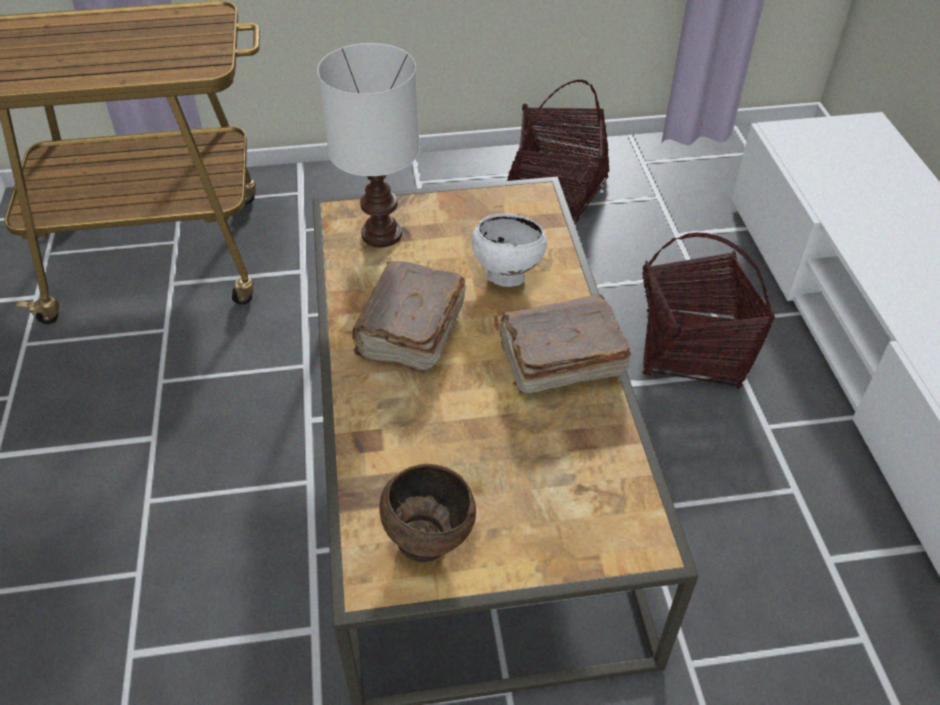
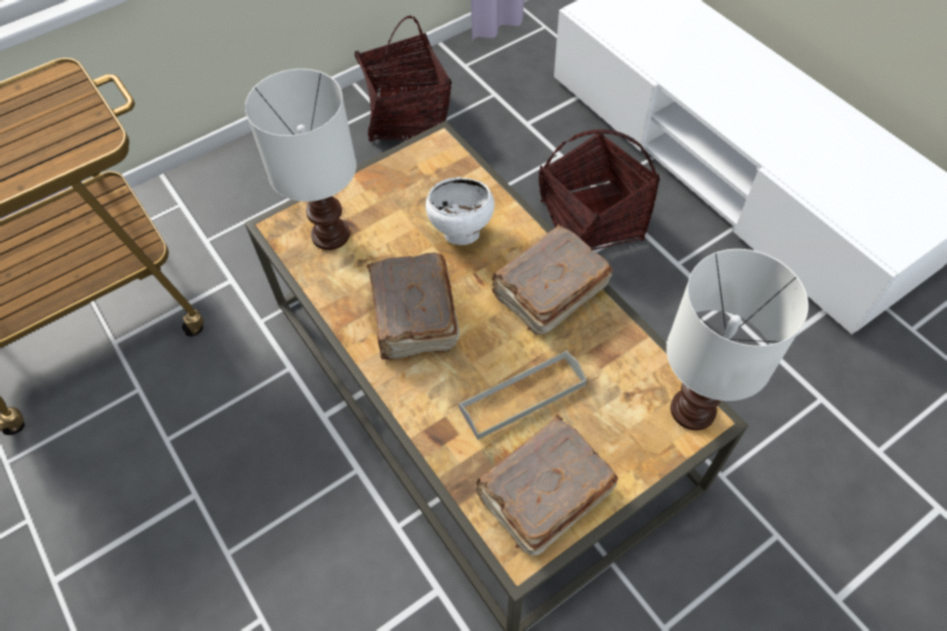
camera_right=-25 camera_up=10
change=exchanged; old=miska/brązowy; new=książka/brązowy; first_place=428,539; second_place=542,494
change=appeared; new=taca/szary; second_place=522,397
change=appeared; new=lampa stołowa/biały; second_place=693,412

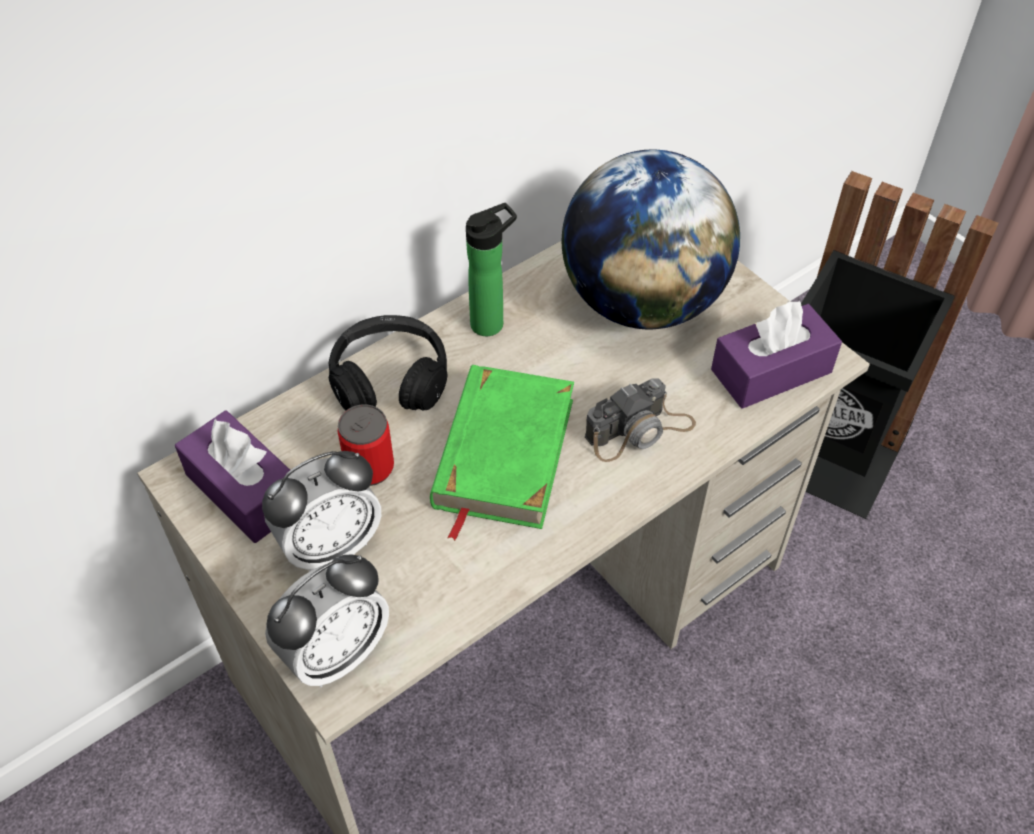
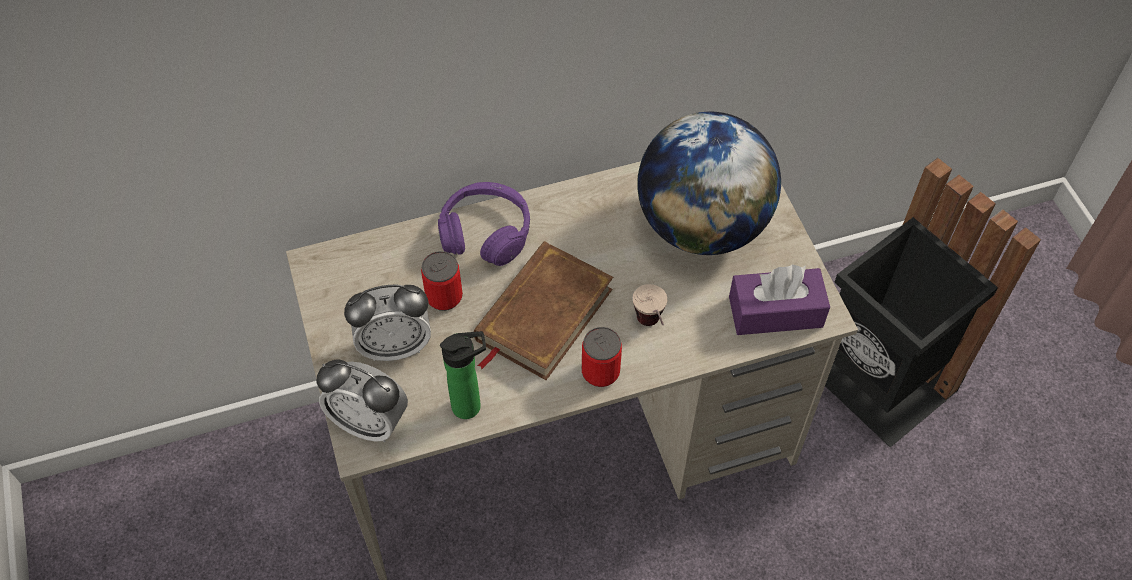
camera_right=20 camera_up=5
change=missing; old=pudełko chusteczek/fioletowy; first_place=245,490
change=spun; old=budzik; first_place=336,653; second_place=369,422; degrees=45
change=colour; old=słuchawki/czarny; new=słuchawki/fioletowy; first_place=390,378; second_place=486,232
change=colour; old=książka/zielony; new=książka/brązowy; first_place=503,453; second_place=543,315
change=relocated; old=butelka; first_place=491,322; second_place=471,406
change=exchanged; old=aparat fotograficzny; new=filiżanka; first_place=639,430; second_place=651,328
change=appeared; new=puszka; second_place=600,372

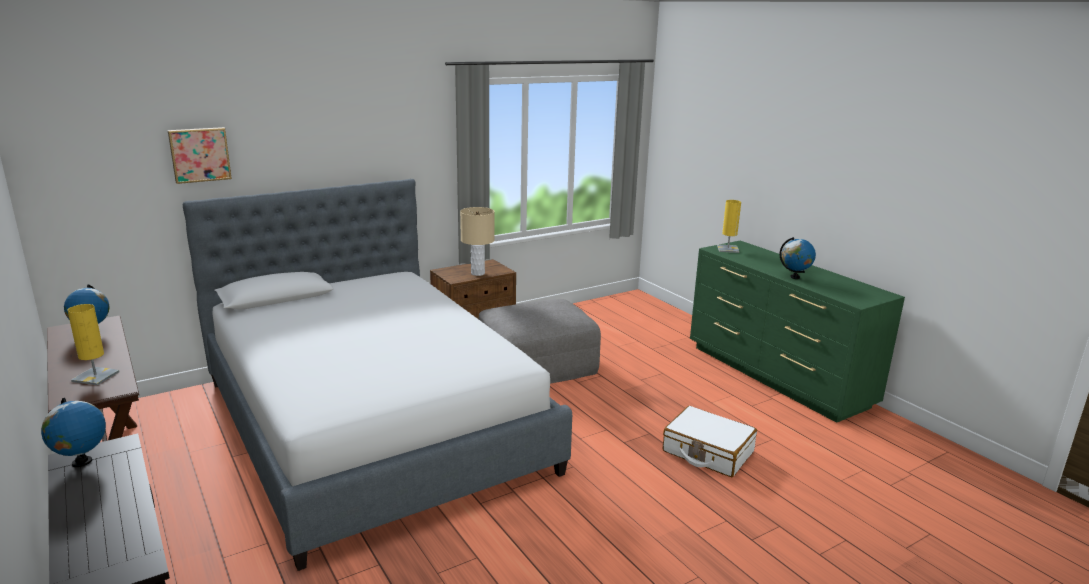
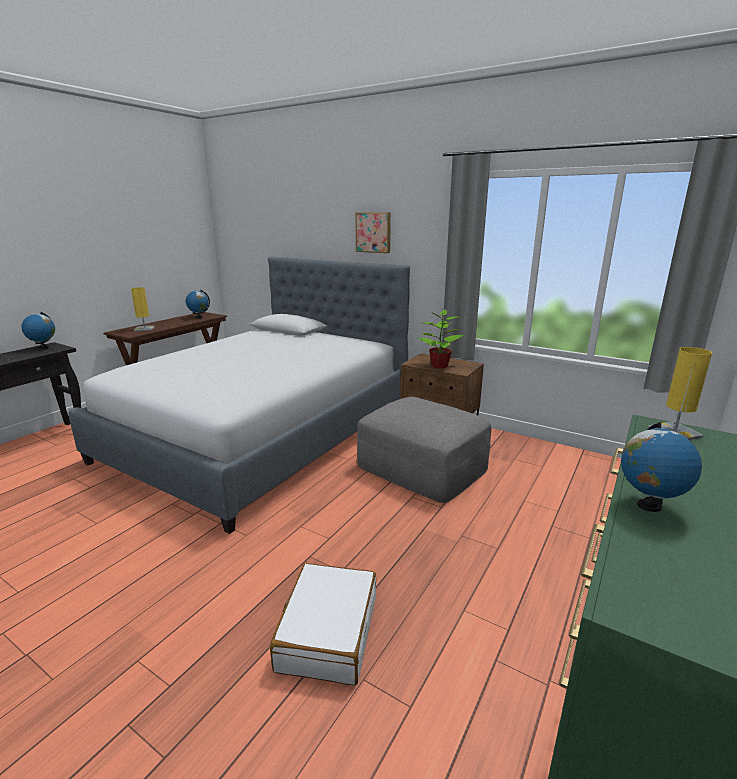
camera_right=65 camera_up=0
change=relocated; old=obraz; first_place=199,154; second_place=374,232
change=exchanged; old=lampa stołowa/beżowy; new=roślina doniczkowa; first_place=477,273; second_place=439,366

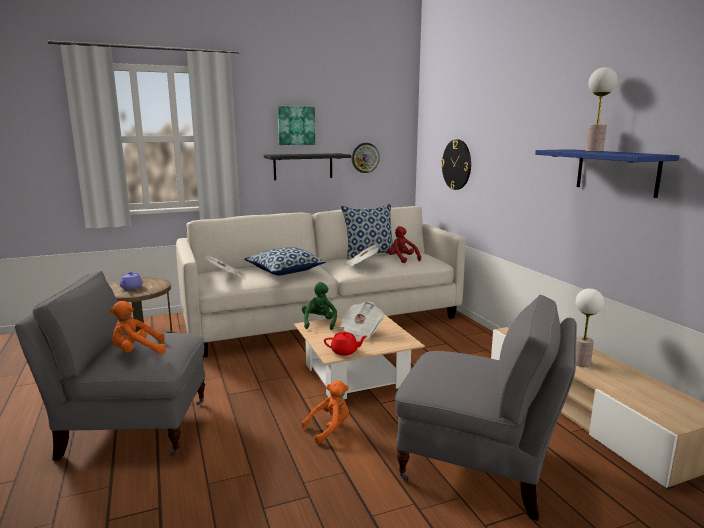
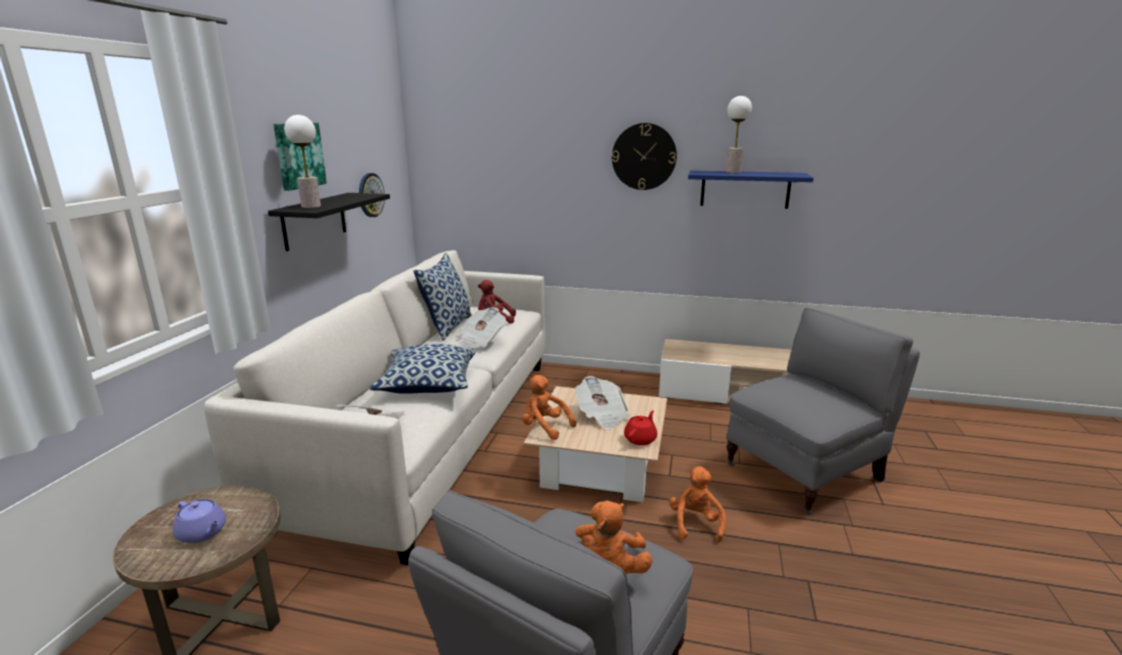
camera_right=-55 camera_up=5
change=colour; old=pluszak/zielony; new=pluszak/pomarańczowy; first_place=319,323; second_place=545,427
change=relocated; old=zegar ścienny; first_place=456,164; second_place=644,156
change=relocated; old=lampa stołowa; first_place=581,363; second_place=311,206

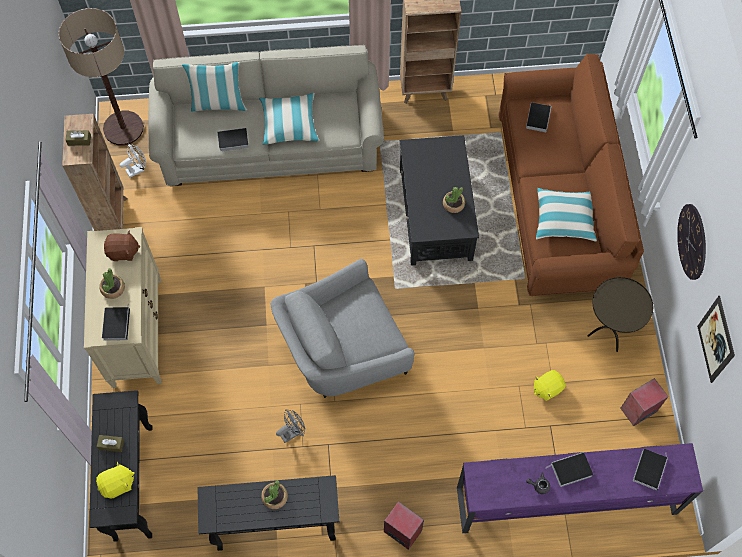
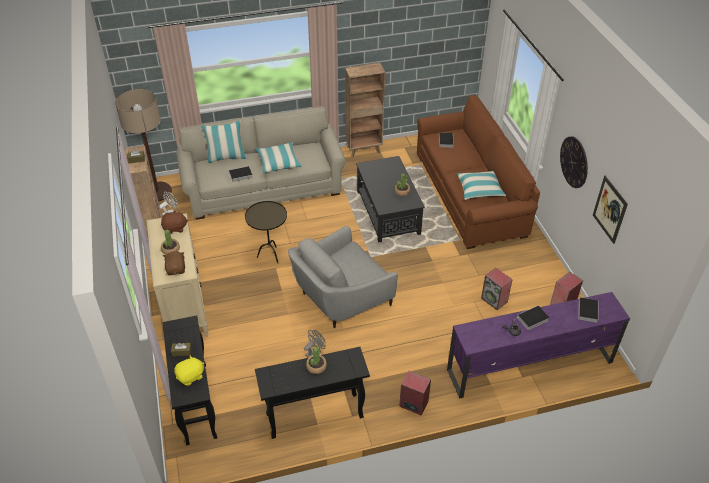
camera_right=-10 camera_up=-20
change=exchanged; old=książka; new=pluszak/brązowy; first_place=116,323; second_place=176,269
change=exchanged; old=pluszak/żółty; new=głośnik; first_place=547,388; second_place=494,300
change=relocated; old=stolik/brązowy; first_place=606,336; second_place=270,255

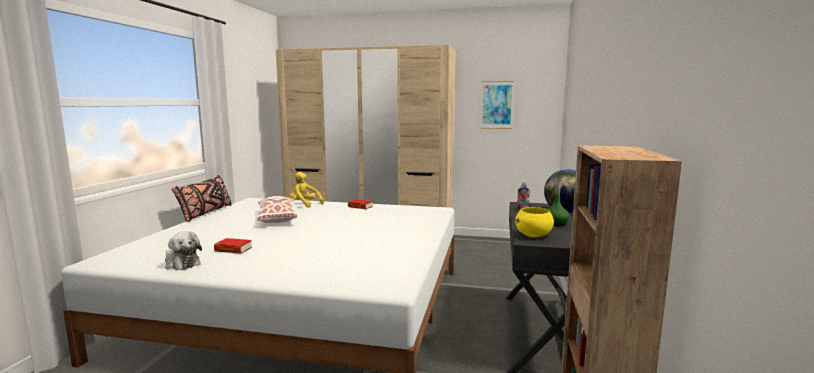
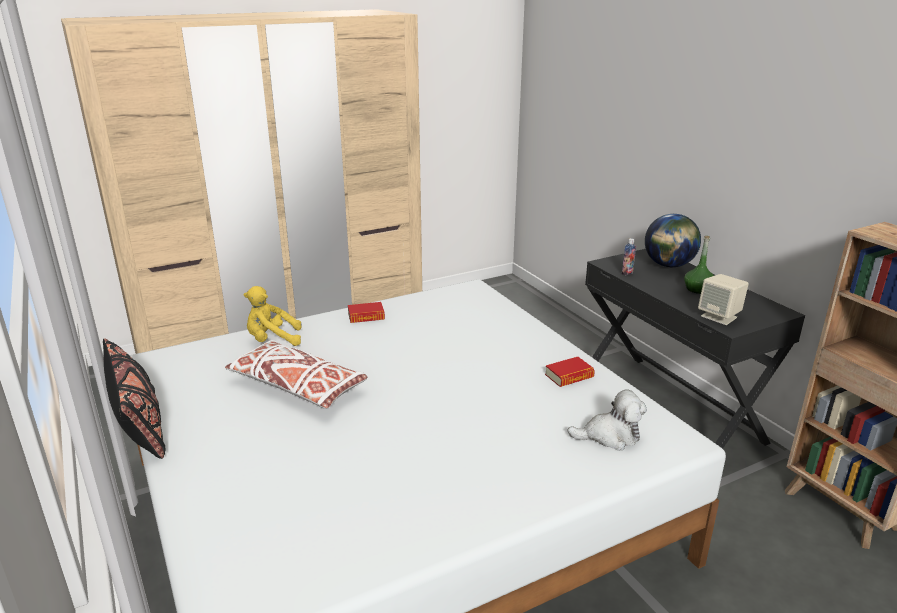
camera_right=-40 camera_up=15
change=relocated; old=pluszak; first_place=181,263; second_place=609,436
change=relocated; old=książka; first_place=233,249; second_place=569,376
change=missing; old=obraz; first_place=497,105
change=exchanged; old=miska/żółty; new=głośnik/beżowy; first_place=533,235; second_place=719,317

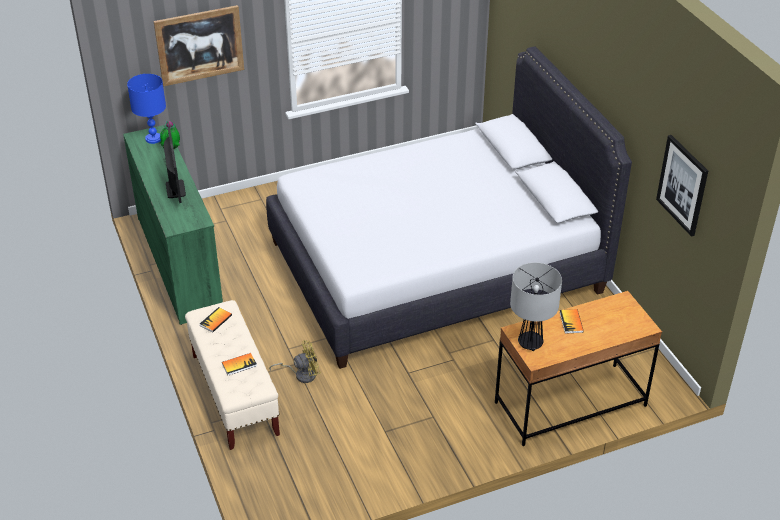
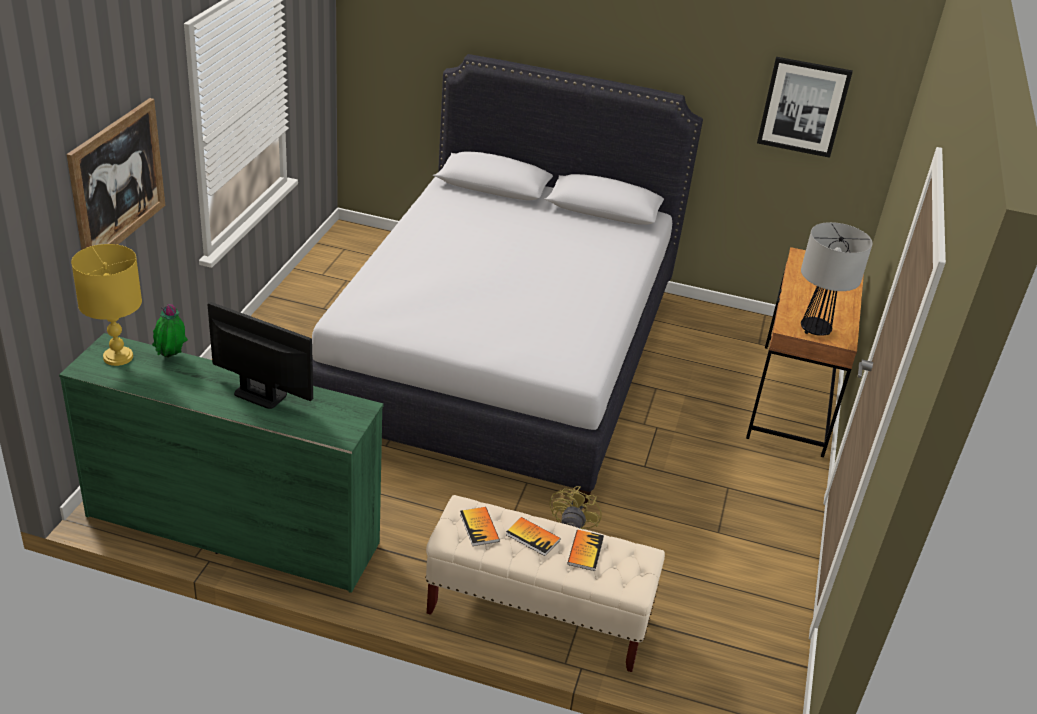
camera_right=-55 camera_up=-5
change=colour; old=lampa stołowa/niebieski; new=lampa stołowa/żółty; first_place=153,139; second_place=118,357
change=relocated; old=książka; first_place=571,322; second_place=532,537

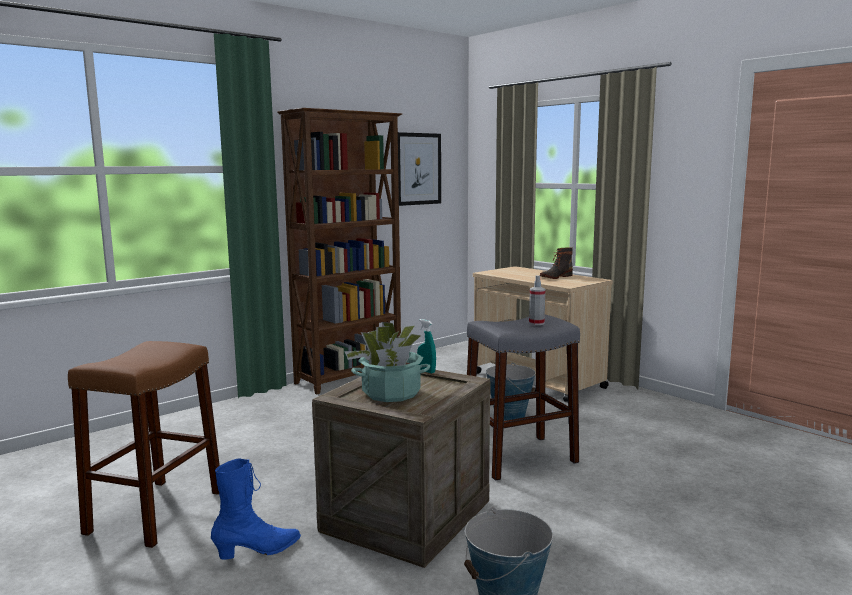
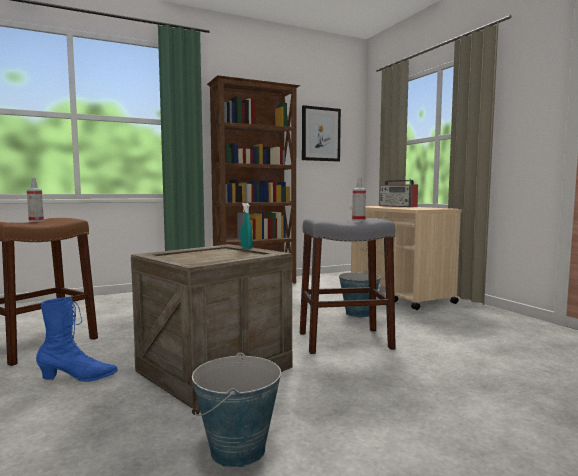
camera_right=15 camera_up=-5
change=missing; old=roślina doniczkowa; first_place=391,393
change=missing; old=but z cholewką; first_place=555,277
change=appeared; new=spryskiwacz; second_place=36,221
change=appeared; new=radio; second_place=398,206

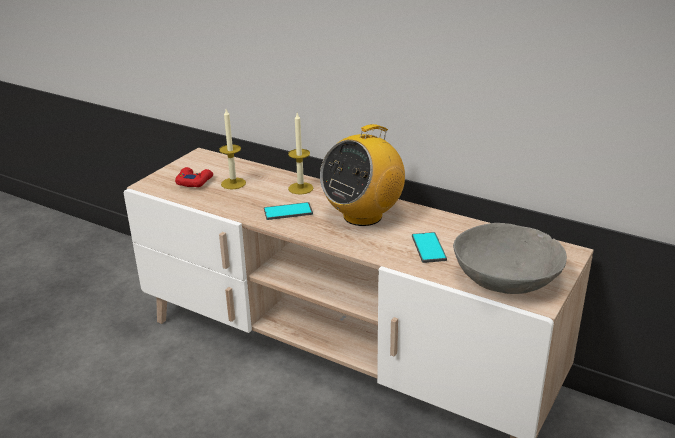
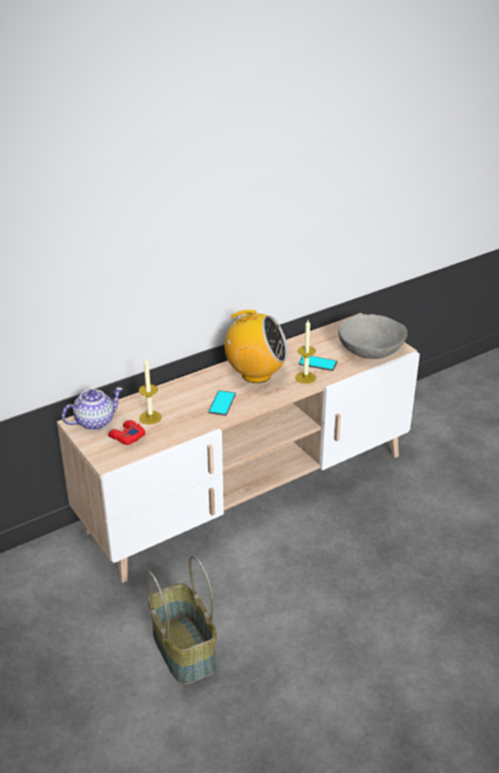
camera_right=-65 camera_up=5
change=relocated; old=świeca; first_place=300,188; second_place=305,377
change=spun; old=radio; first_place=363,215; second_place=255,374; degrees=-60
change=appeared; new=imbryk; second_place=95,421
change=appeared; new=koszyk; second_place=185,649

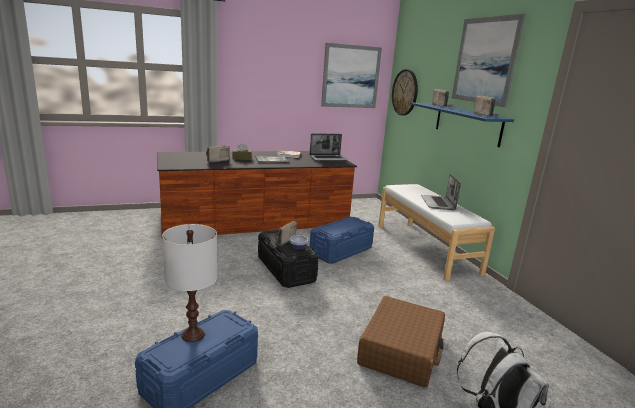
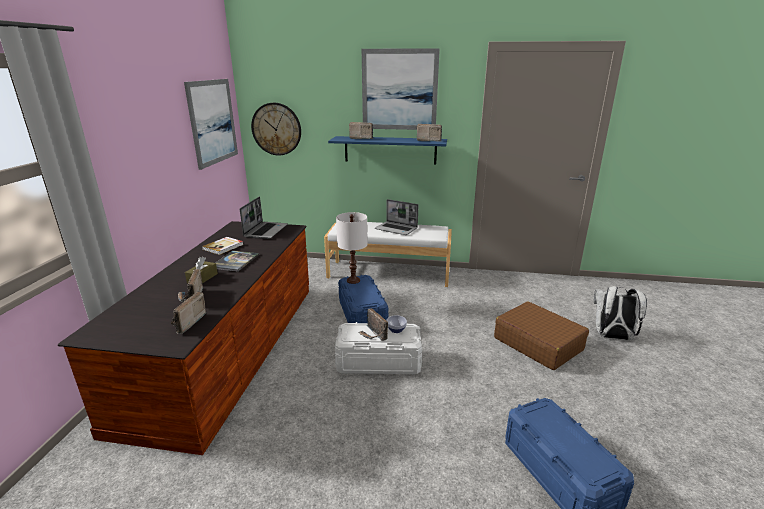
camera_right=-60 camera_up=5
change=relocated; old=lampa stołowa/biały; first_place=192,335; second_place=353,280
change=colour; old=pojemnik do przechowywania/czarny; new=pojemnik do przechowywania/biały; first_place=285,269; second_place=379,362
change=appeared; new=radio; second_place=186,323

